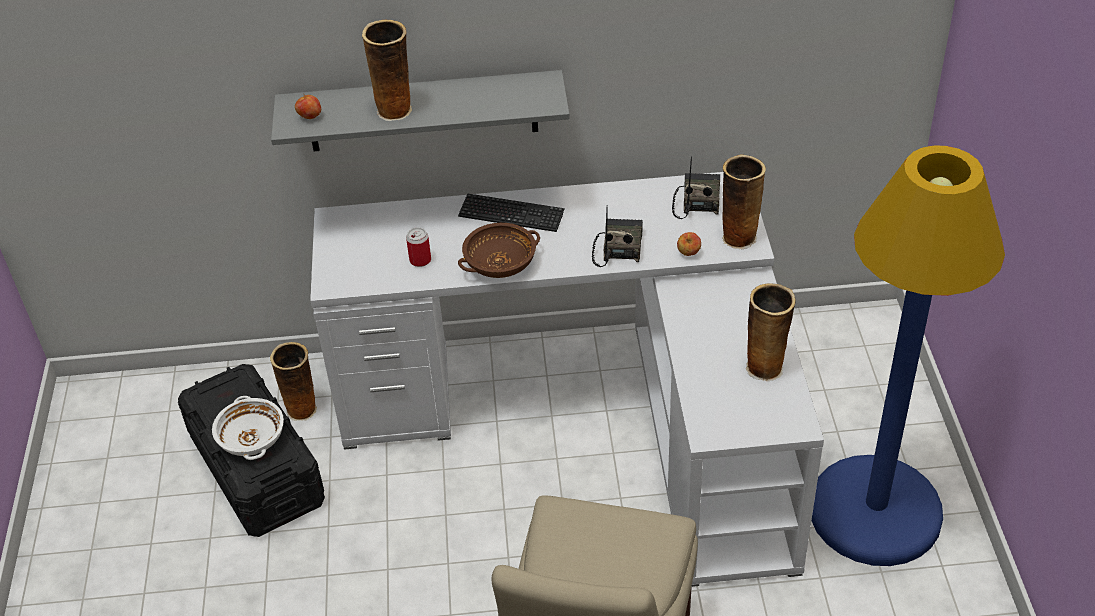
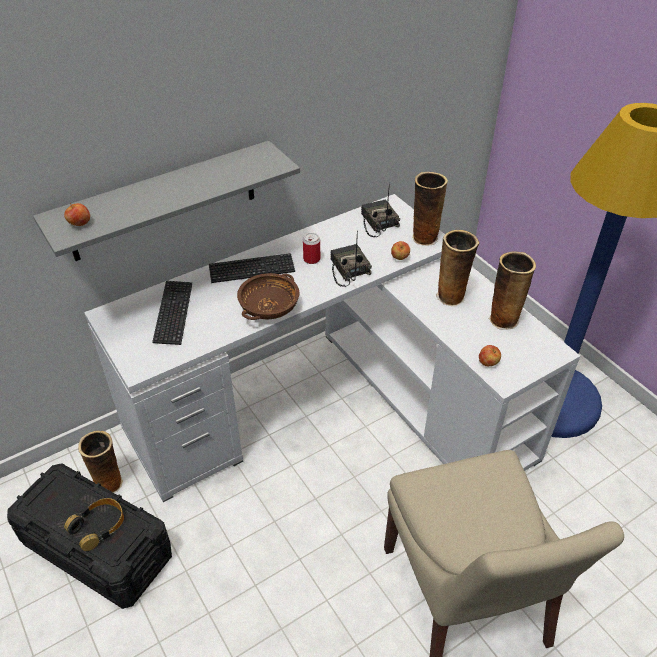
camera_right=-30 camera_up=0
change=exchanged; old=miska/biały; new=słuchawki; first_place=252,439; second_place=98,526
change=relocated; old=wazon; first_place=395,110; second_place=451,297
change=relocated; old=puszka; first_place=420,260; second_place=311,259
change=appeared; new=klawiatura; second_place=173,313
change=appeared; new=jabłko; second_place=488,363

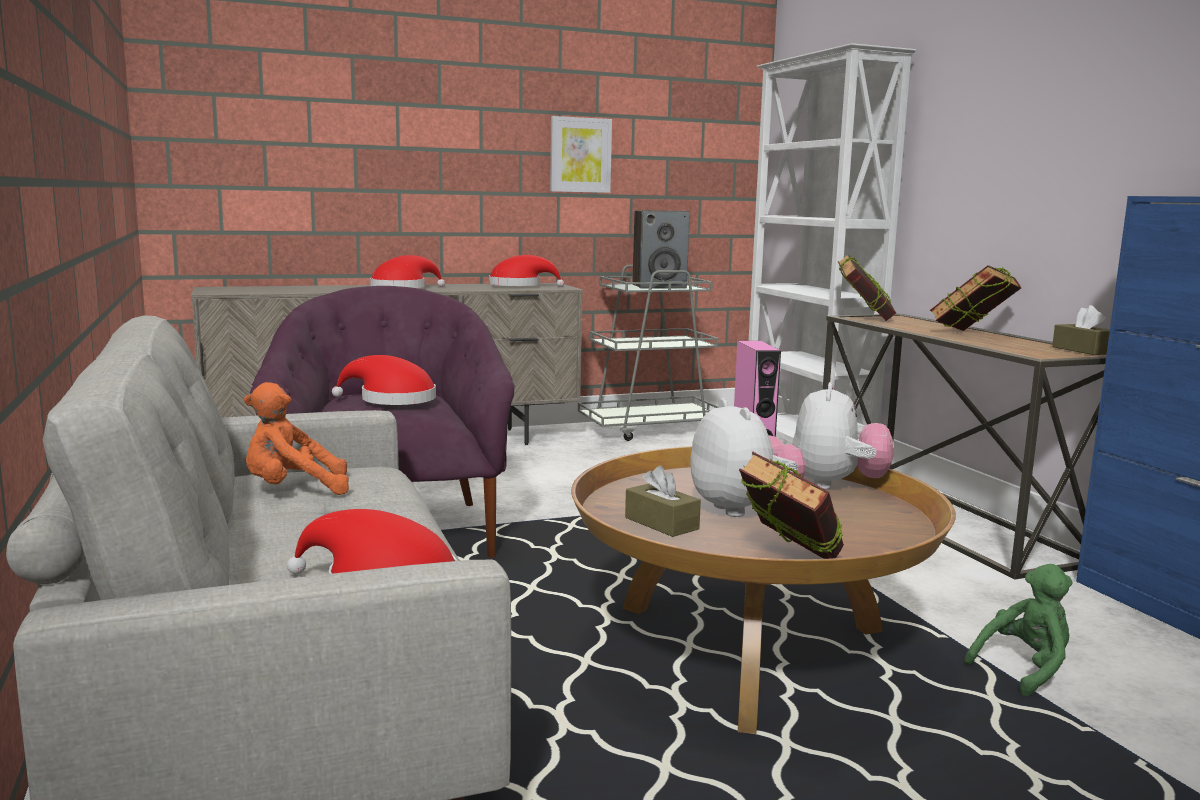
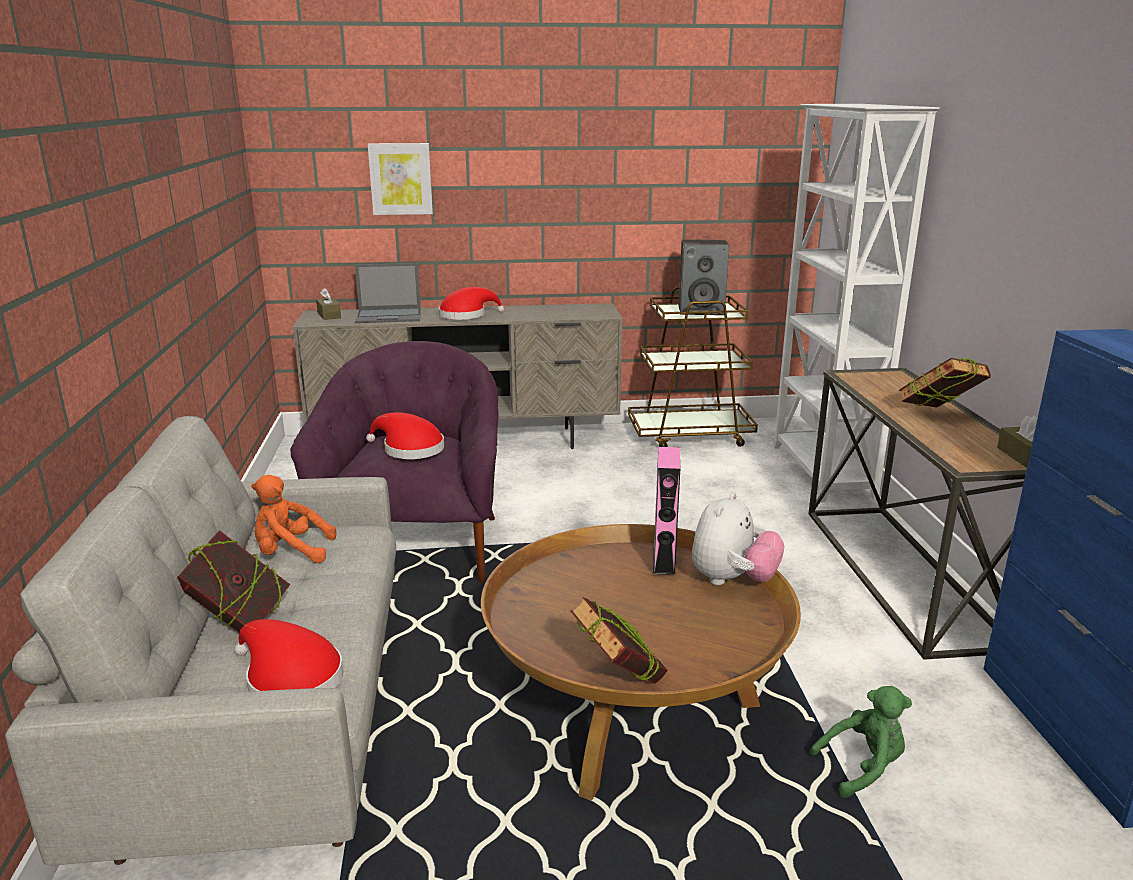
camera_right=15 camera_up=10
change=missing; old=kapelusz/czerwony; first_place=519,286
change=relocated; old=obraz; first_place=580,155; second_place=401,179
change=colour; old=wózek/szary; new=wózek/brązowy; first_place=650,429; second_place=690,435
change=relocated; old=pudełko chusteczek/brązowy; first_place=661,523; second_place=329,315
change=missing; old=pluszak; first_place=742,509
change=relocated; old=książka; first_place=863,318; second_place=239,622
change=appeared; new=laptop; second_place=390,316

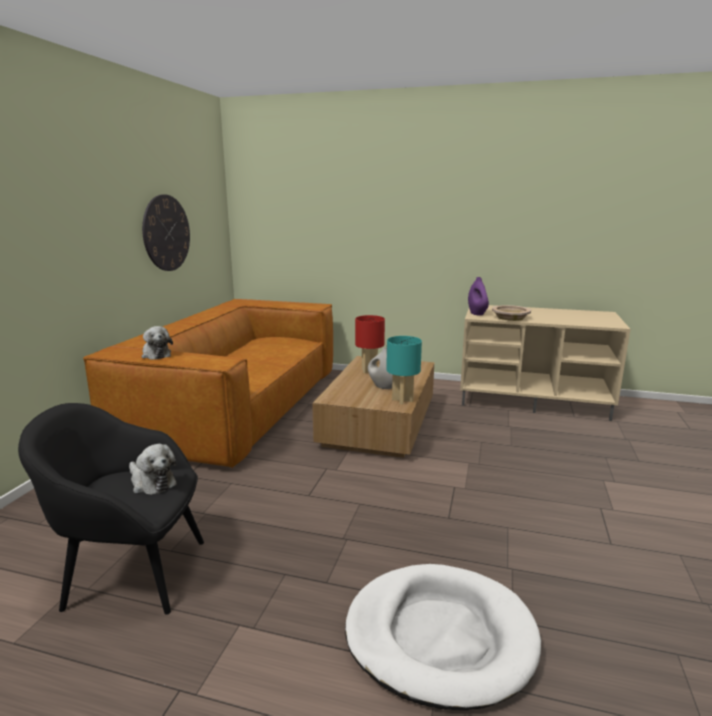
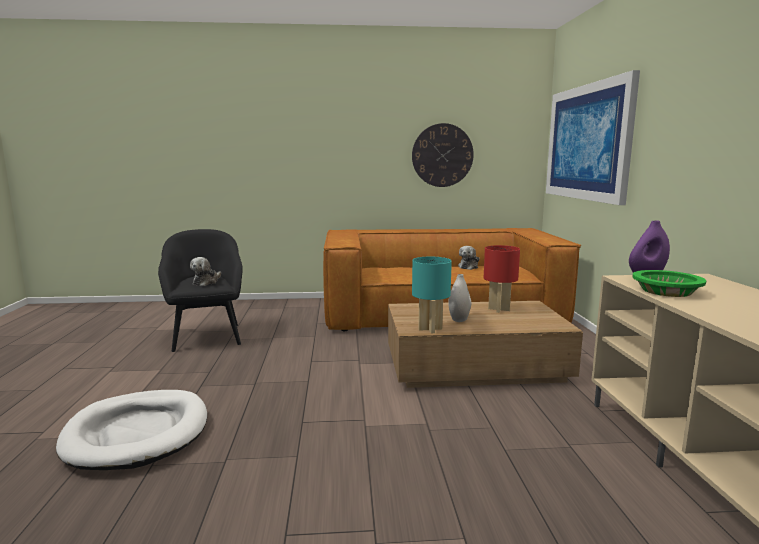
camera_right=70 camera_up=-5
change=relocated; old=pluszak; first_place=156,354; second_place=469,267
change=colour; old=miska/beżowy; new=miska/zielony; first_place=510,317; second_place=666,291
change=appeared; new=obraz; second_place=587,142

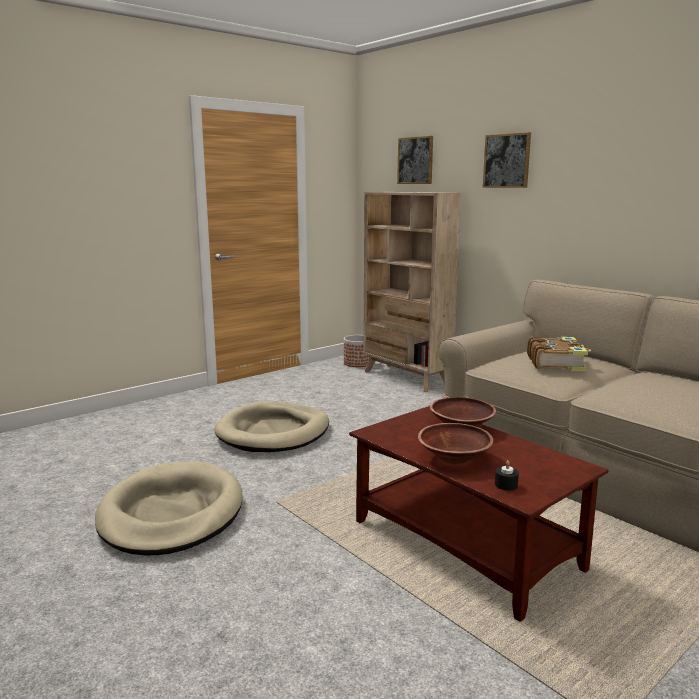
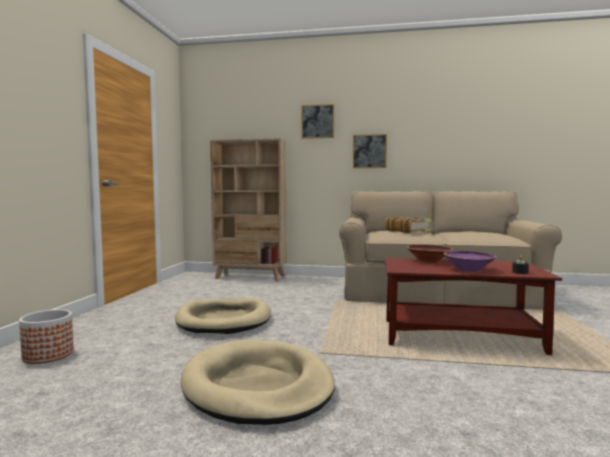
camera_right=-40 camera_up=-10
change=relocated; old=donica; first_place=357,363; second_place=48,355
change=relocated; old=obraz; first_place=415,160; second_place=369,151
change=colour; old=miska/brązowy; new=miska/fioletowy; first_place=454,458; second_place=468,269

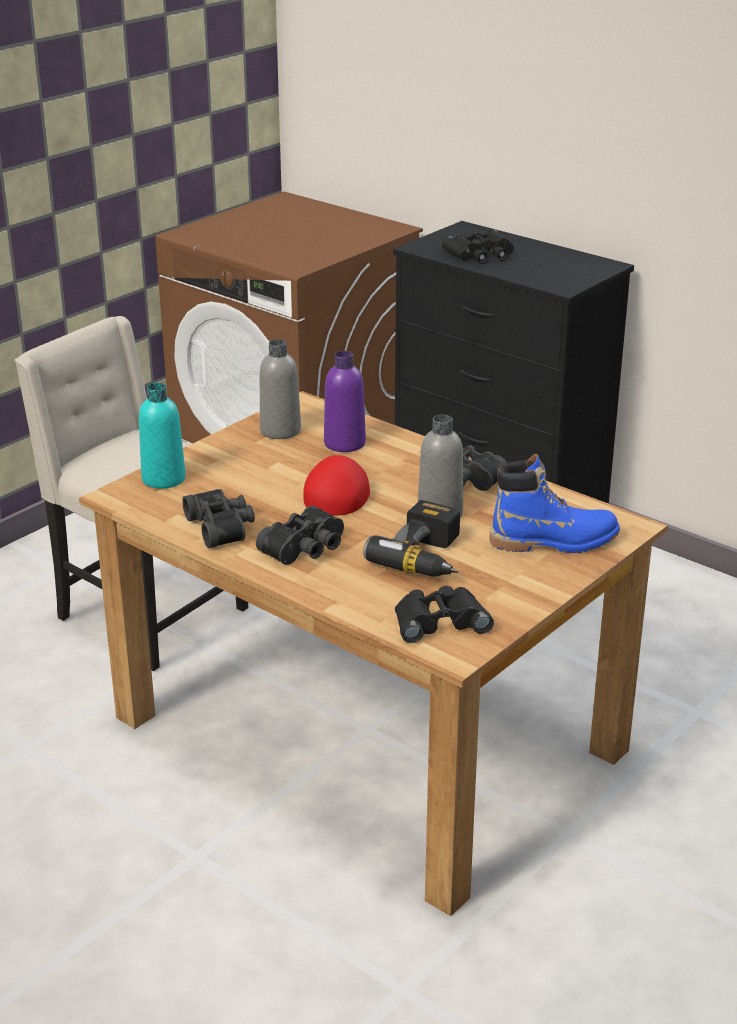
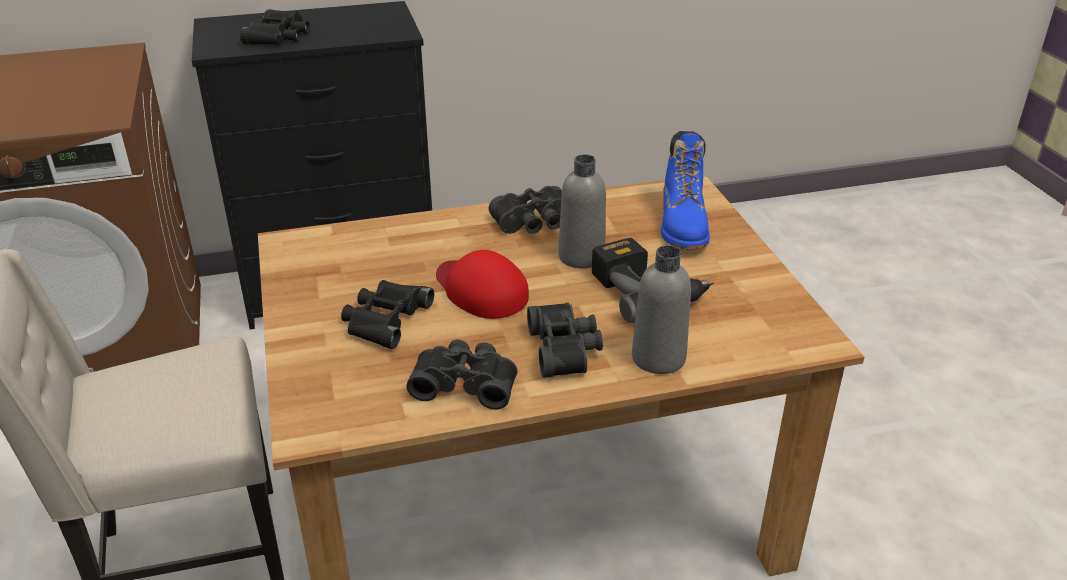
camera_right=-55 camera_up=5
change=missing; old=butelka/turkusowy; first_place=163,479
change=relocated; old=butelka/szary; first_place=280,431; second_place=658,358
change=missing; old=butelka/fioletowy; first_place=344,443
change=relocated; old=lornetka/czarny; first_place=439,621; second_place=385,319
change=spun; old=but z cholewką/niebieski; first_place=554,541; second_place=683,226; degrees=150

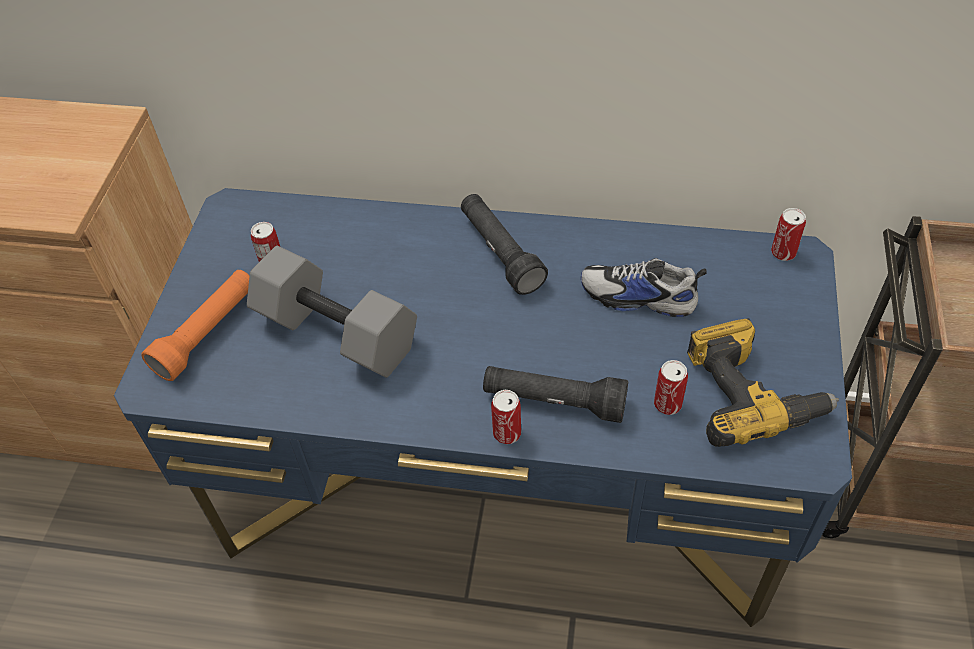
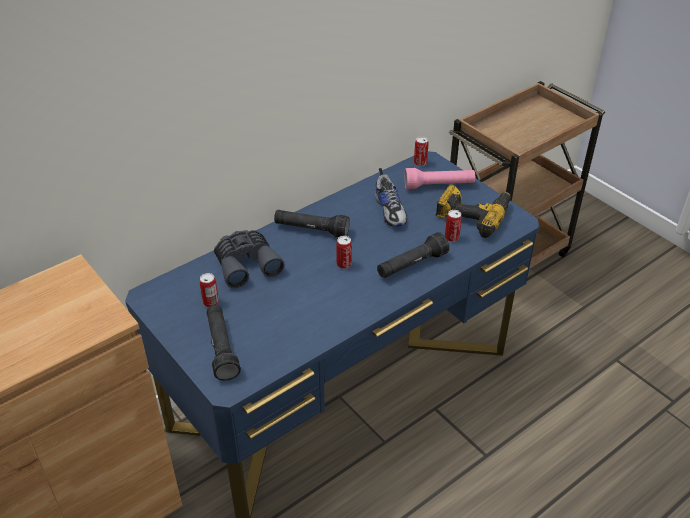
camera_right=-50 camera_up=-10
change=colour; old=latarka/pomarańczowy; new=latarka/czarny; first_place=208,333; second_place=221,348
change=missing; old=hantel/szary; first_place=334,333
change=relocated; old=puszka; first_place=507,433; second_place=344,264
change=spun; old=but; first_place=638,298; second_place=390,210; degrees=-75
change=appeared; new=lornetka/szary; second_place=246,264
change=appeared; new=latarka/różowy; second_place=439,185

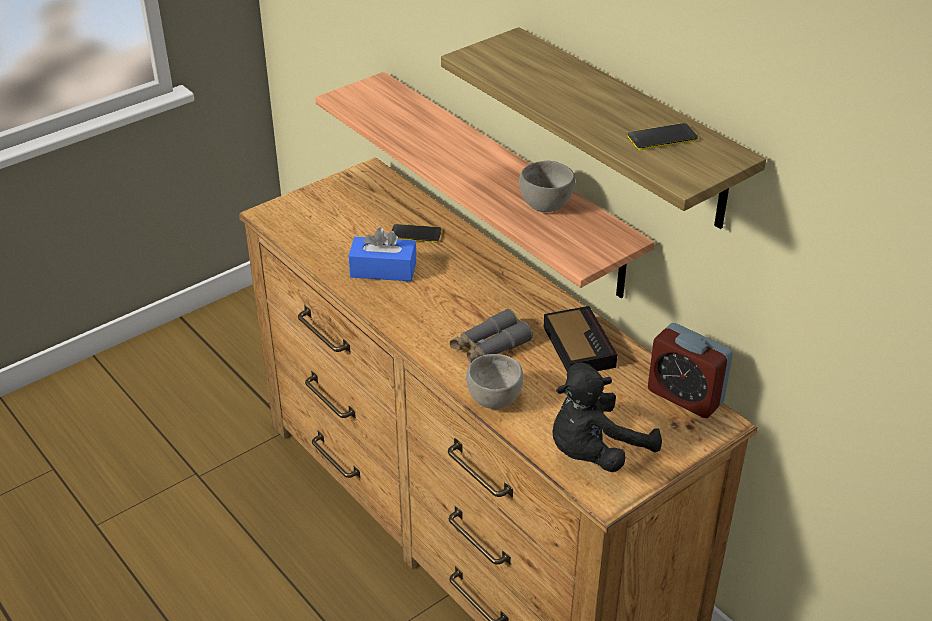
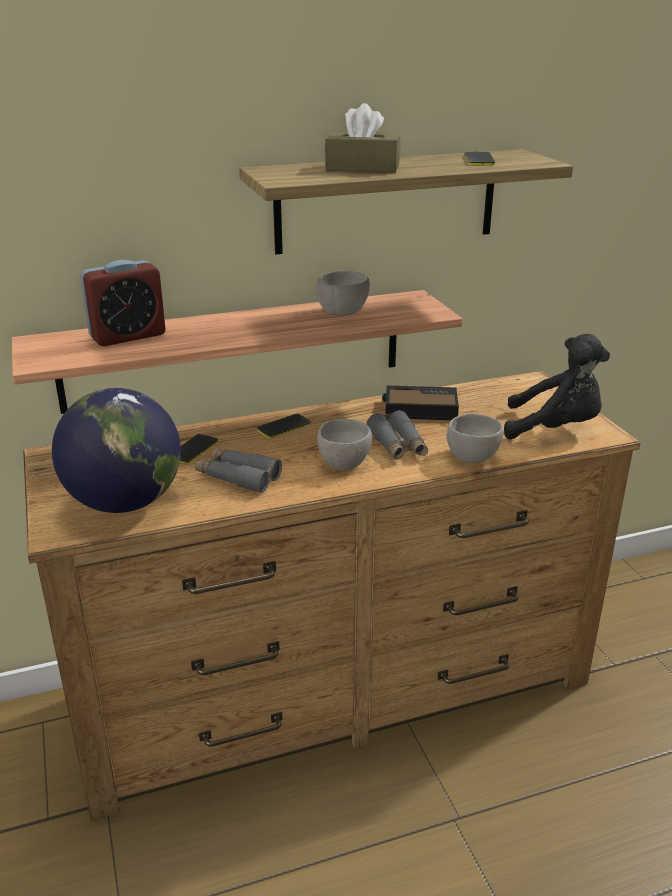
camera_right=-70 camera_up=-10
change=exchanged; old=pudełko chusteczek/niebieski; new=lornetka/szary; first_place=383,269; second_place=238,477
change=spun; old=pluszak/czarny; first_place=594,452; second_place=555,429; degrees=-60
change=relocated; old=budzik; first_place=685,396; second_place=128,336
change=appeared; new=globus; second_place=125,502
change=appeared; new=telefon; second_place=284,427
change=appeared; new=miska/szary; second_place=342,463
change=appeared; new=pudełko chusteczek/brązowy; second_place=362,168

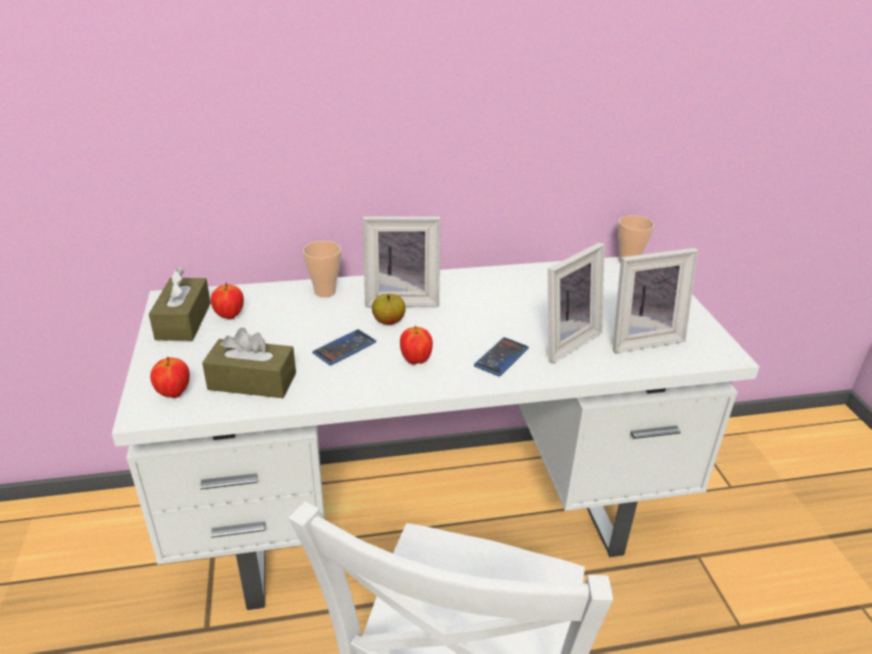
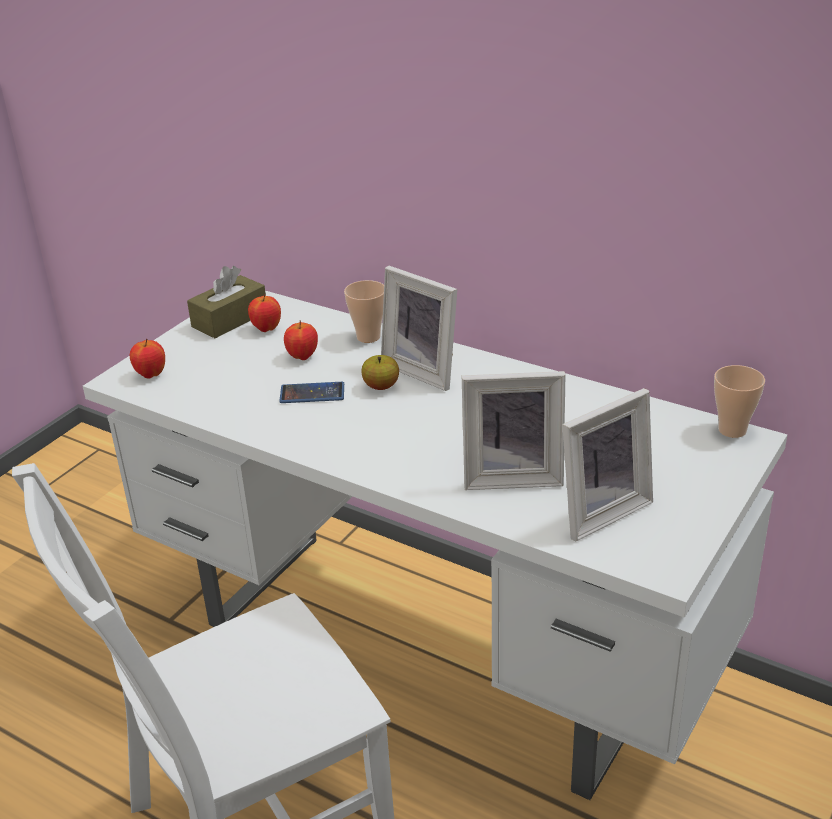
camera_right=45 camera_up=0
change=missing; old=pudełko chusteczek/brązowy; first_place=252,381
change=relocated; old=jabłko; first_place=416,360; second_place=302,357
change=missing; old=telefon; first_place=501,357
change=spun; old=ramka na zdjęcie; first_place=641,338; second_place=599,510; degrees=-60

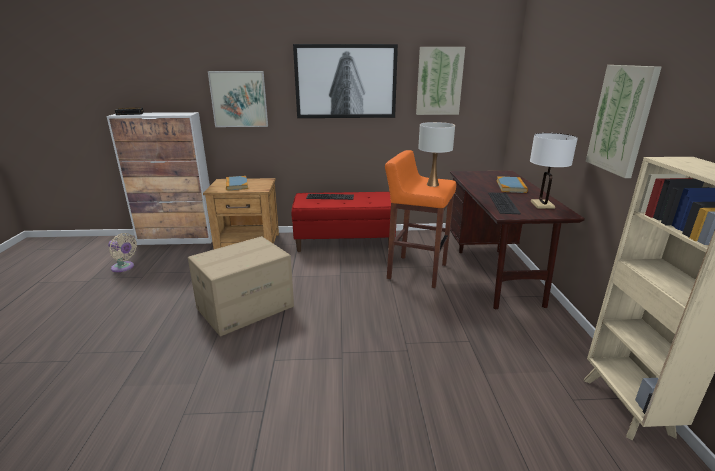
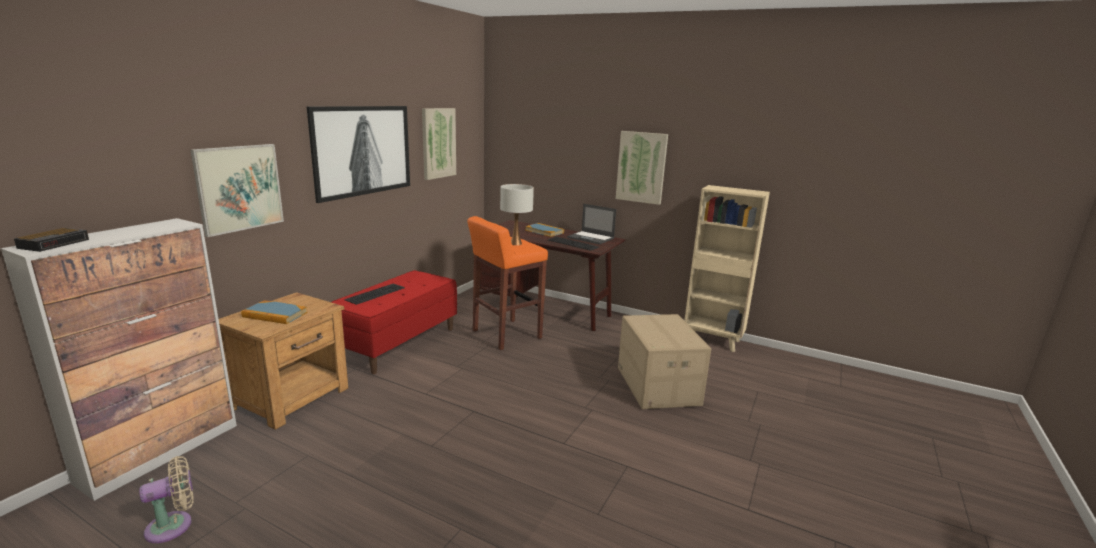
camera_right=-60 camera_up=-5
change=relocated; old=karton; first_place=245,307; second_place=656,386
change=exchanged; old=lampa stołowa/biały; new=laptop; first_place=542,205; second_place=591,238

